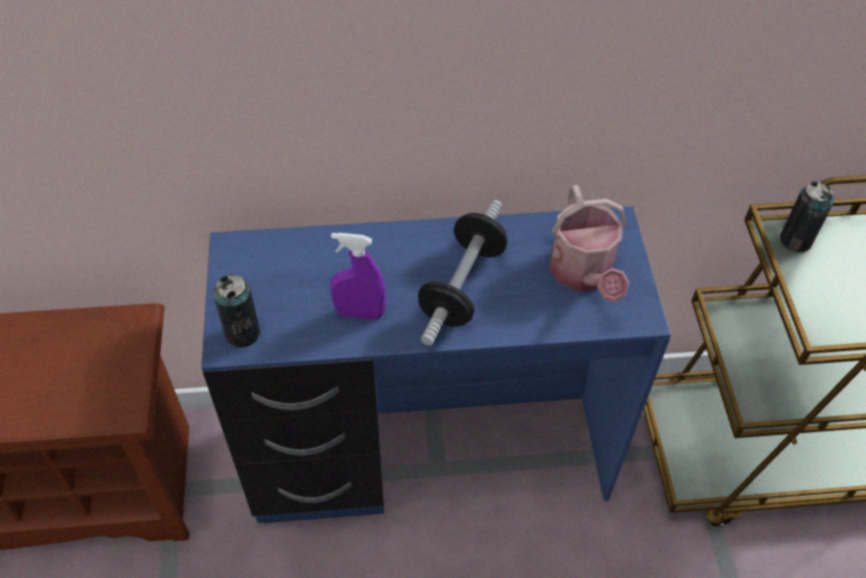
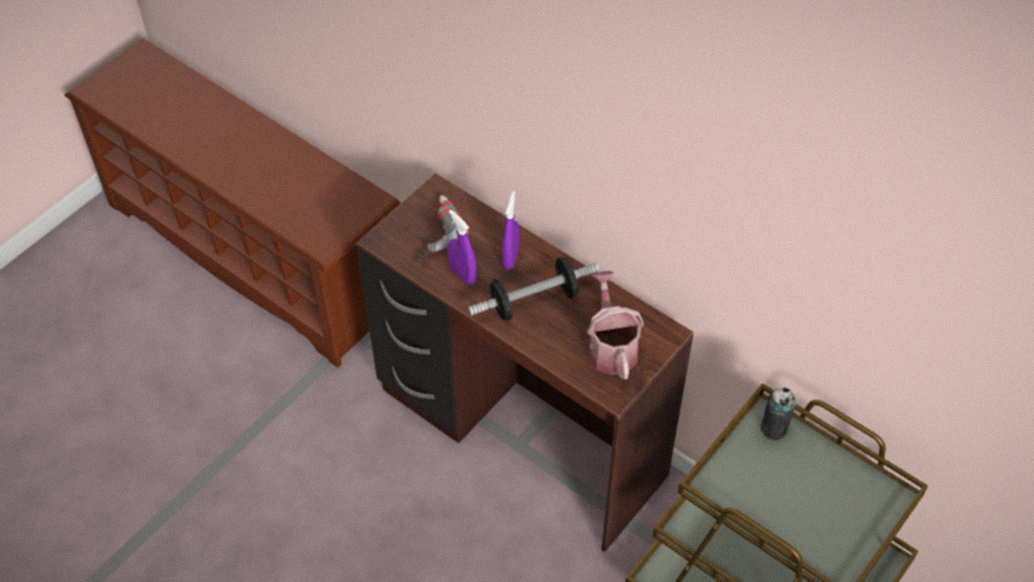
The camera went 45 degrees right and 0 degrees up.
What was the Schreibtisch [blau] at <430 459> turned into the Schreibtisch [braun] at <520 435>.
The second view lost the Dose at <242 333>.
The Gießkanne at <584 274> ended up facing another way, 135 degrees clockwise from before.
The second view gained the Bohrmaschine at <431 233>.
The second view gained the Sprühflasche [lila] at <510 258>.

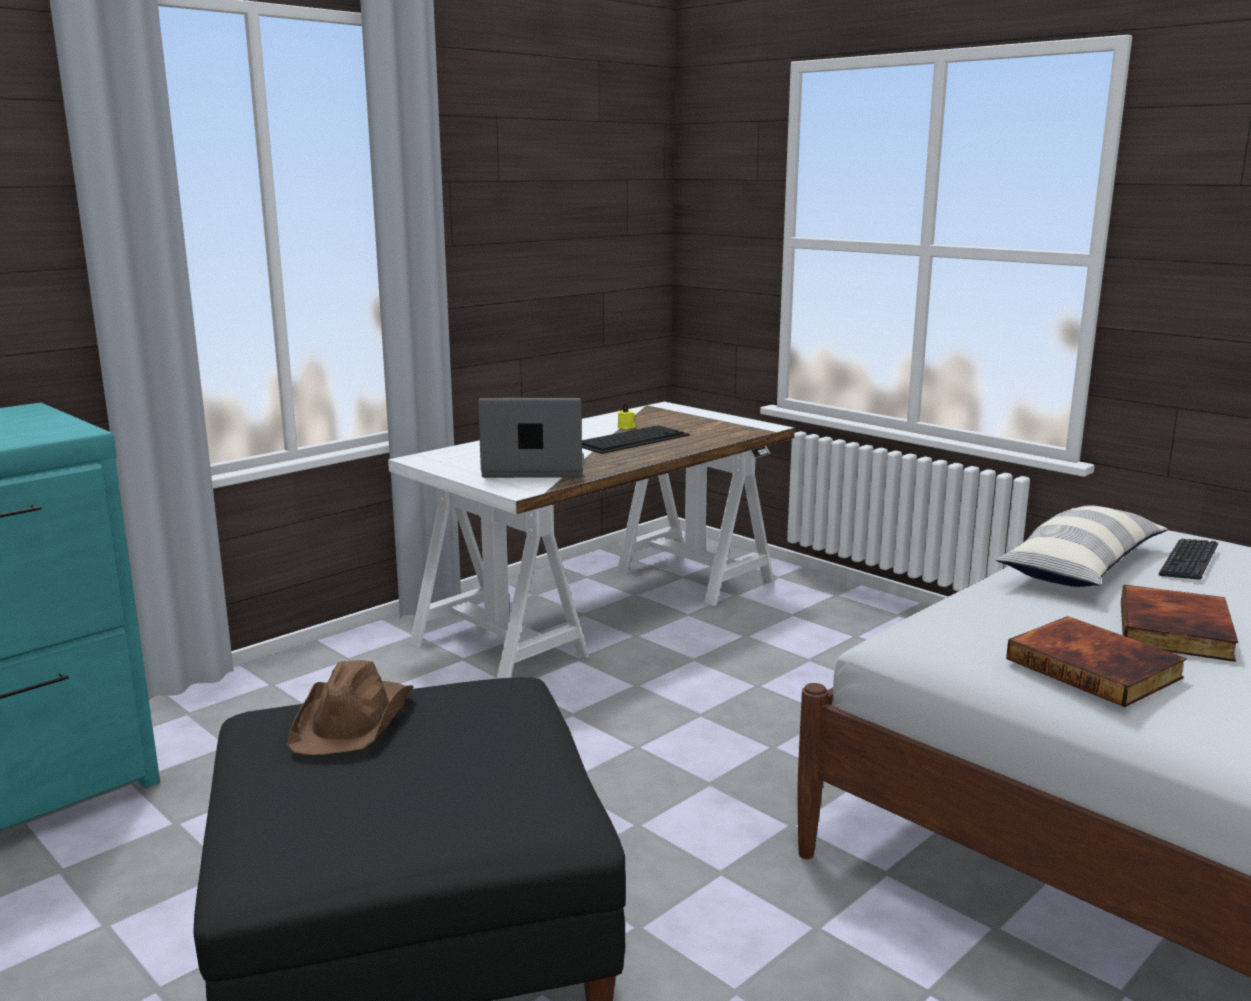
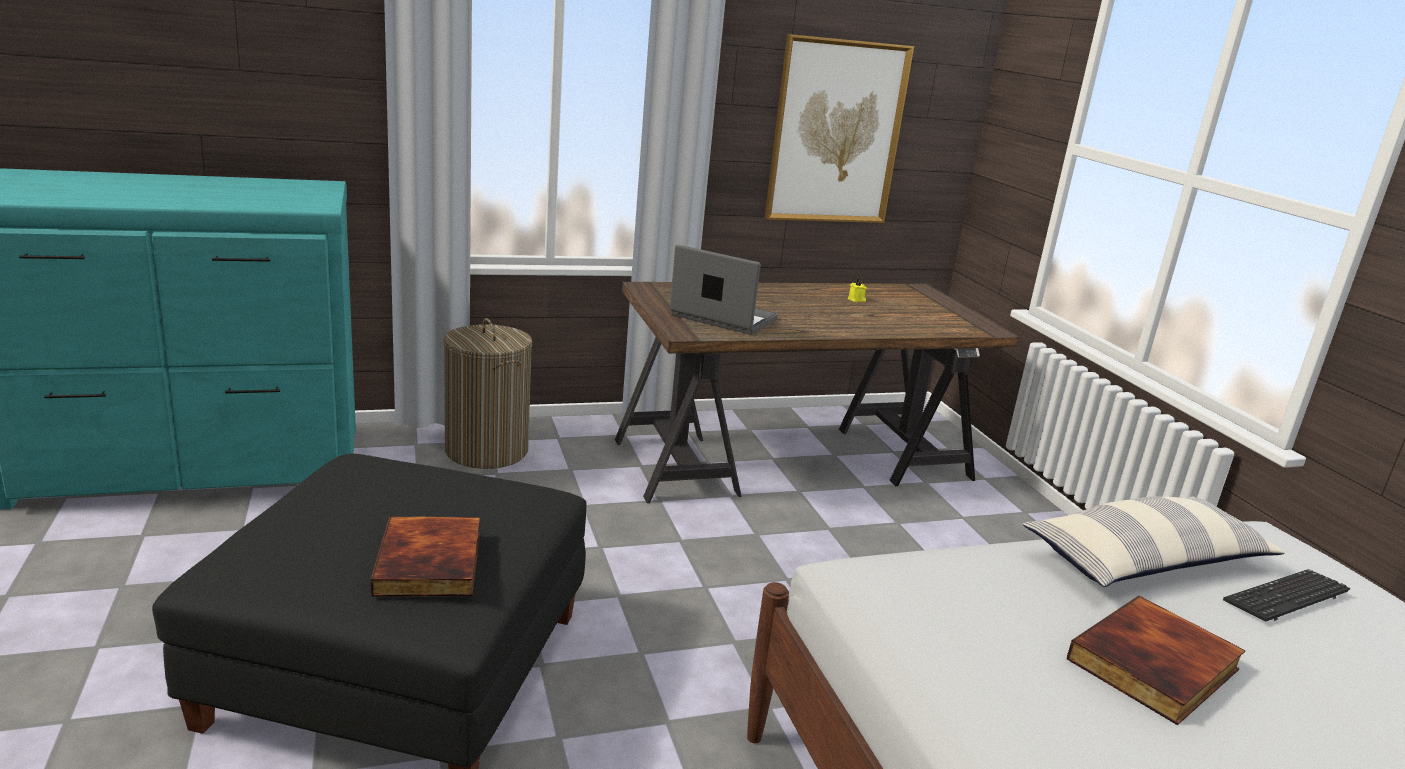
The camera went 25 degrees right and 5 degrees up.
The second view lost the Hut [braun] at <354 720>.
What was the Schreibtisch [weiß] at <603 609> turned into the Schreibtisch [braun] at <793 459>.
The second view lost the Tastatur at <631 439>.
The Buch ended up elsewhere, having gone from <1095 668> to <432 563>.
The second view gained the Wäschekorb at <487 450>.
The second view gained the Bild at <836 132>.

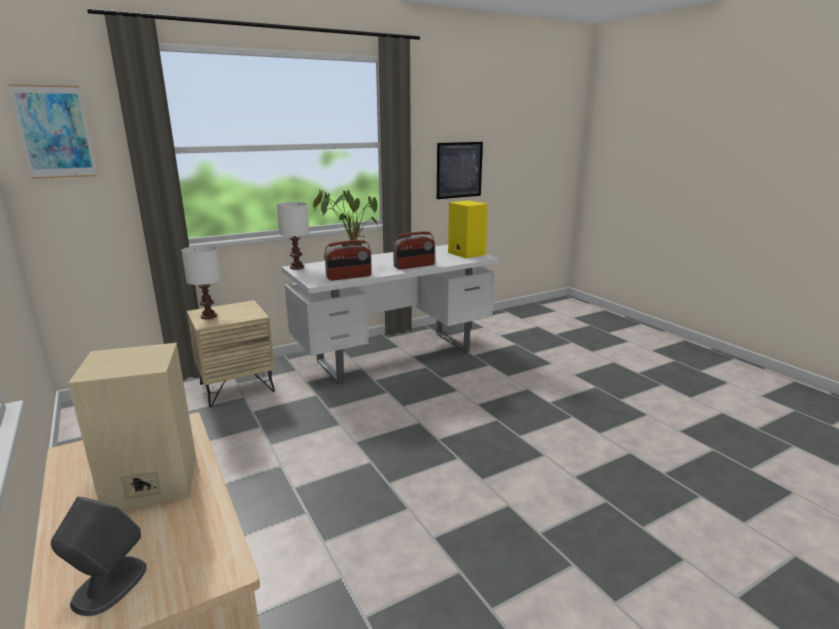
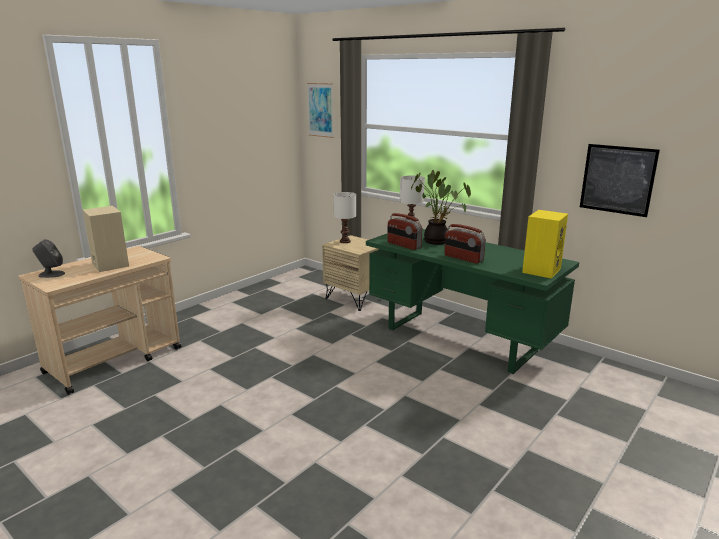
The camera went 70 degrees right and 0 degrees up.
What was the Schreibtisch [weiß] at <395 356> turned into the Schreibtisch [grün] at <461 339>.

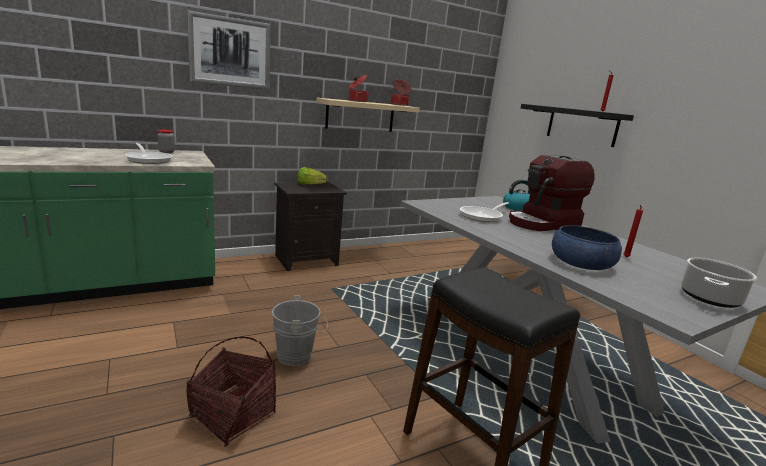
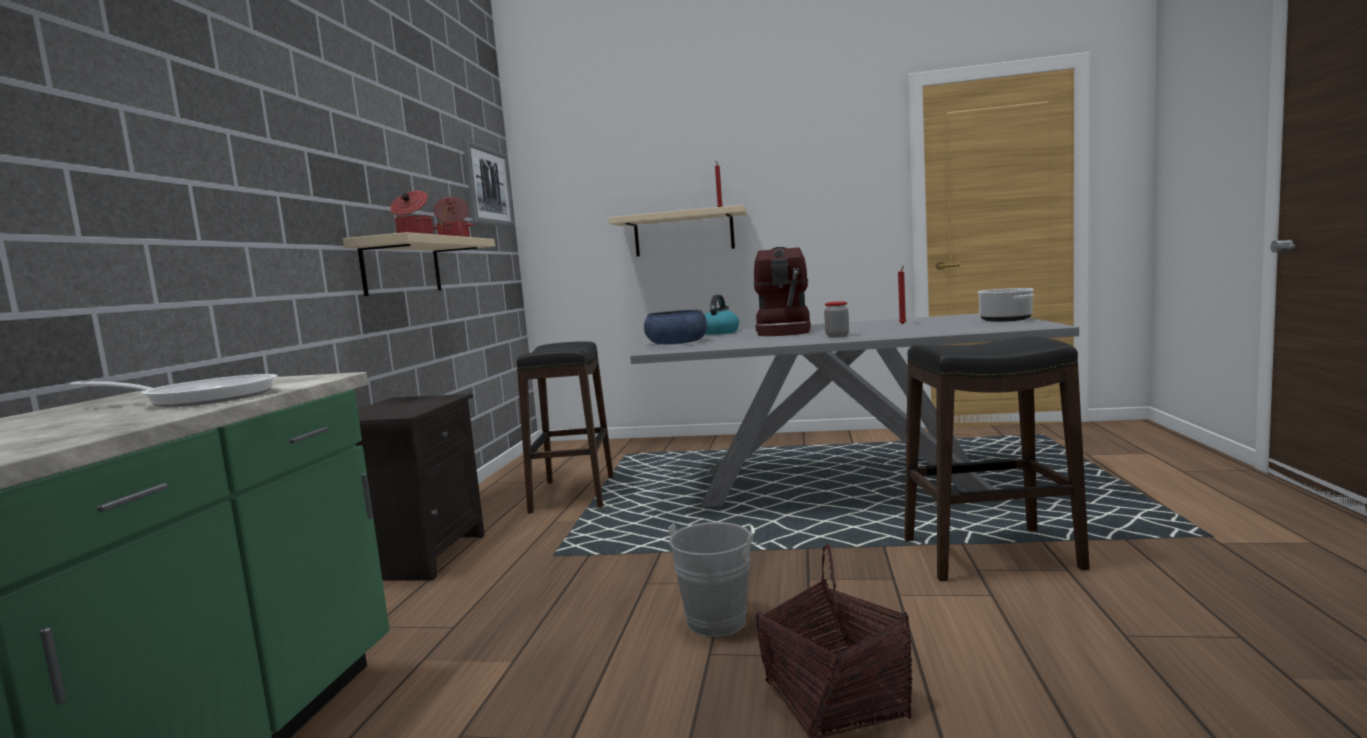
The camera went 50 degrees left and 10 degrees down.
The Vorratsglas ended up elsewhere, having gone from <166 152> to <837 336>.
The Bild ended up elsewhere, having gone from <230 52> to <488 187>.
The second view lost the Salatkopf at <310 185>.
The second view lost the Pfanne at <483 216>.
What was the Wandregal [schwarz] at <581 125> turned into the Wandregal [beige] at <683 233>.
The Schüssel [blau] ended up elsewhere, having gone from <581 262> to <676 342>.
The second view gained the Hocker [schwarz] at <573 494>.

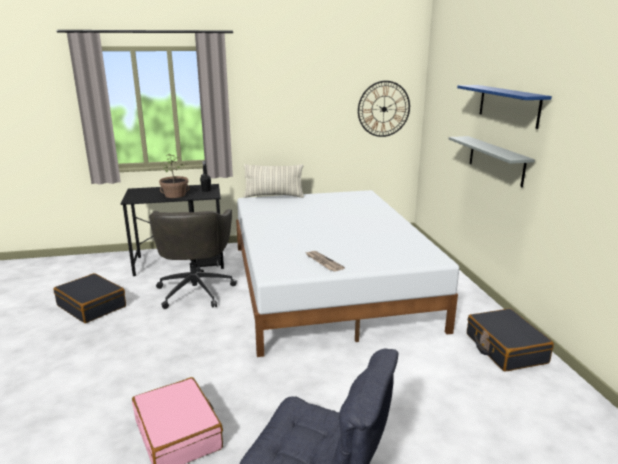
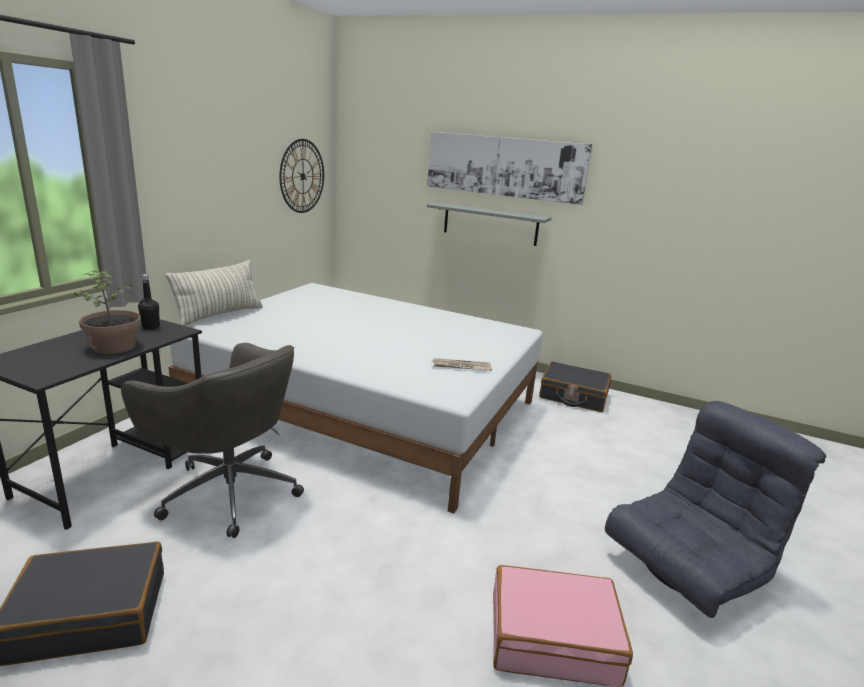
The camera went 55 degrees left and 0 degrees up.
Where the Wandregal [blau] hung at <508 105>, the Bild came to hang at <504 166>.

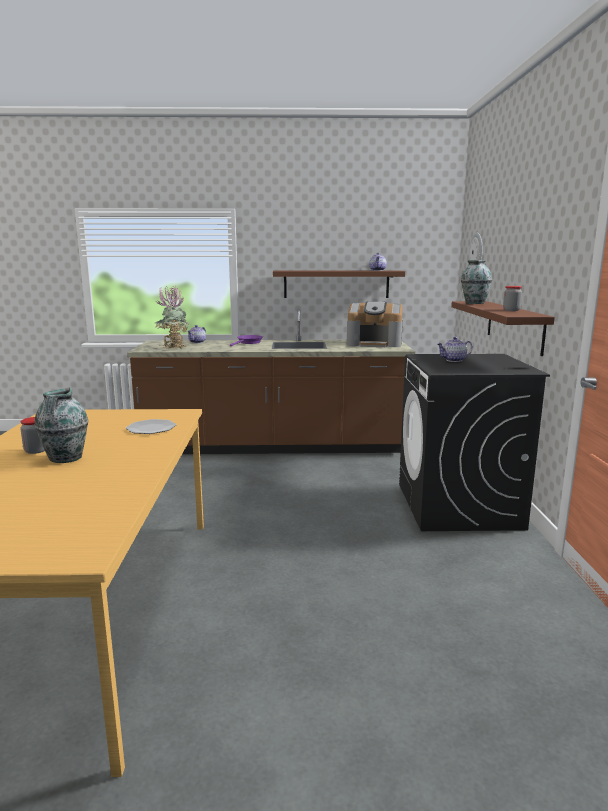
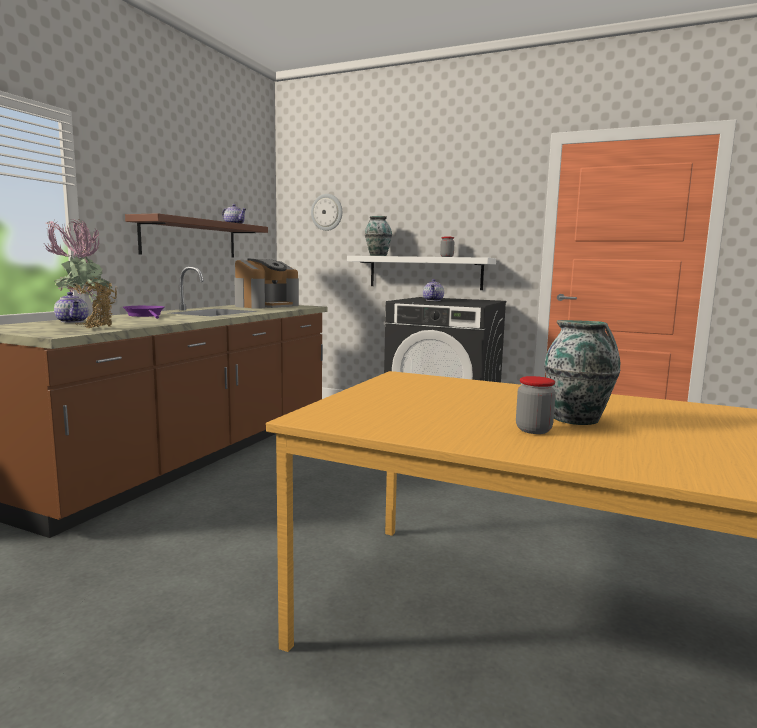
The camera went 65 degrees left and 5 degrees down.
The second view lost the Teller at <151 428>.
What was the Wandregal [braun] at <514 326> turned into the Wandregal [weiß] at <425 272>.

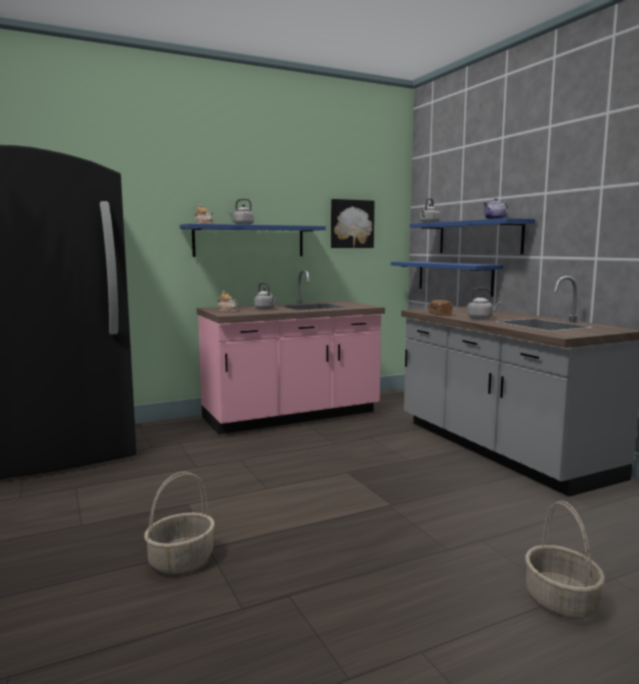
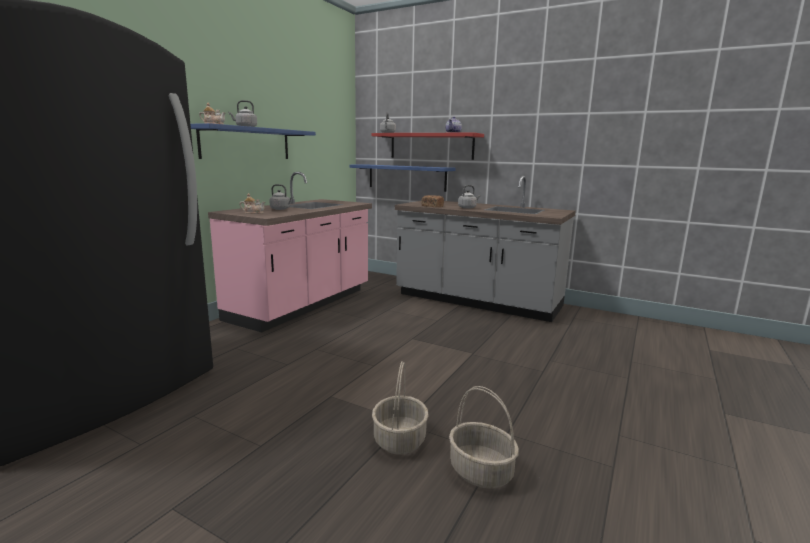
The camera went 35 degrees left and 5 degrees up.
The second view lost the Bild at <351 224>.
What was the Wandregal [blau] at <479 237> turned into the Wandregal [rot] at <431 146>.
The Korb ended up elsewhere, having gone from <561 602> to <481 471>.

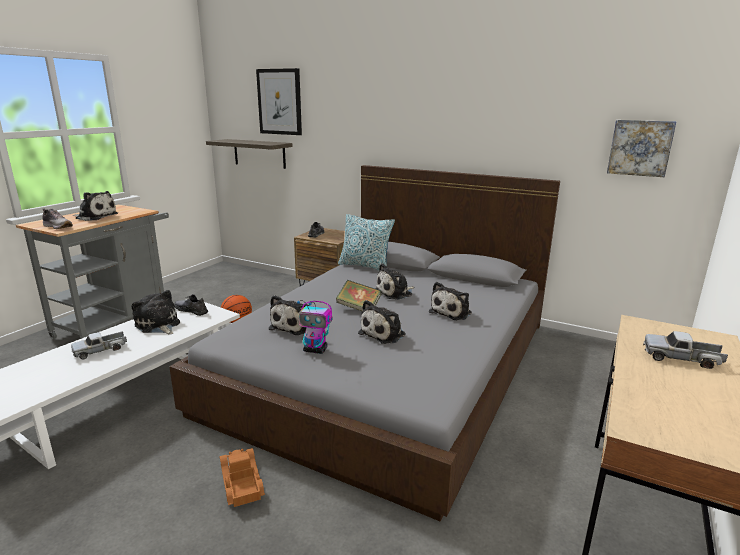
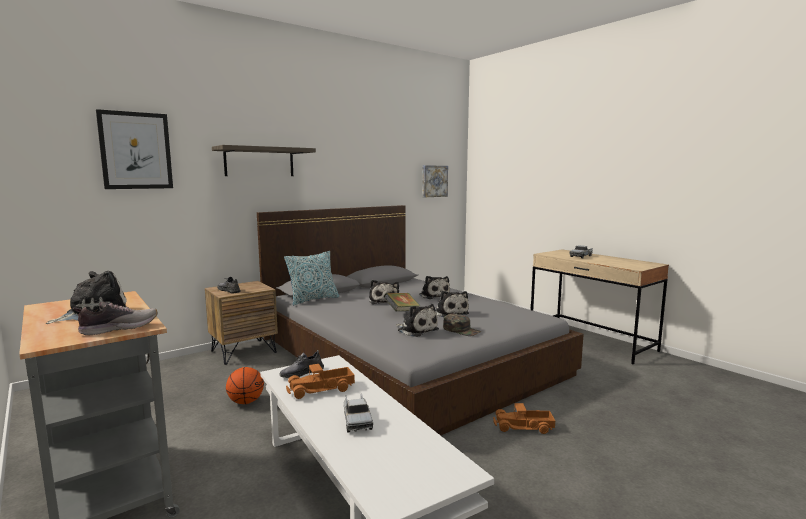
The camera went 65 degrees left and 10 degrees down.
Where the Plüschtier stood at <158 325>, the Spielzeuglaster came to stand at <321 389>.
The Wandregal ended up elsewhere, having gone from <259 153> to <259 162>.
Where the Spielzeugroboter stood at <316 350>, the Kappe [grün] came to stand at <461 330>.

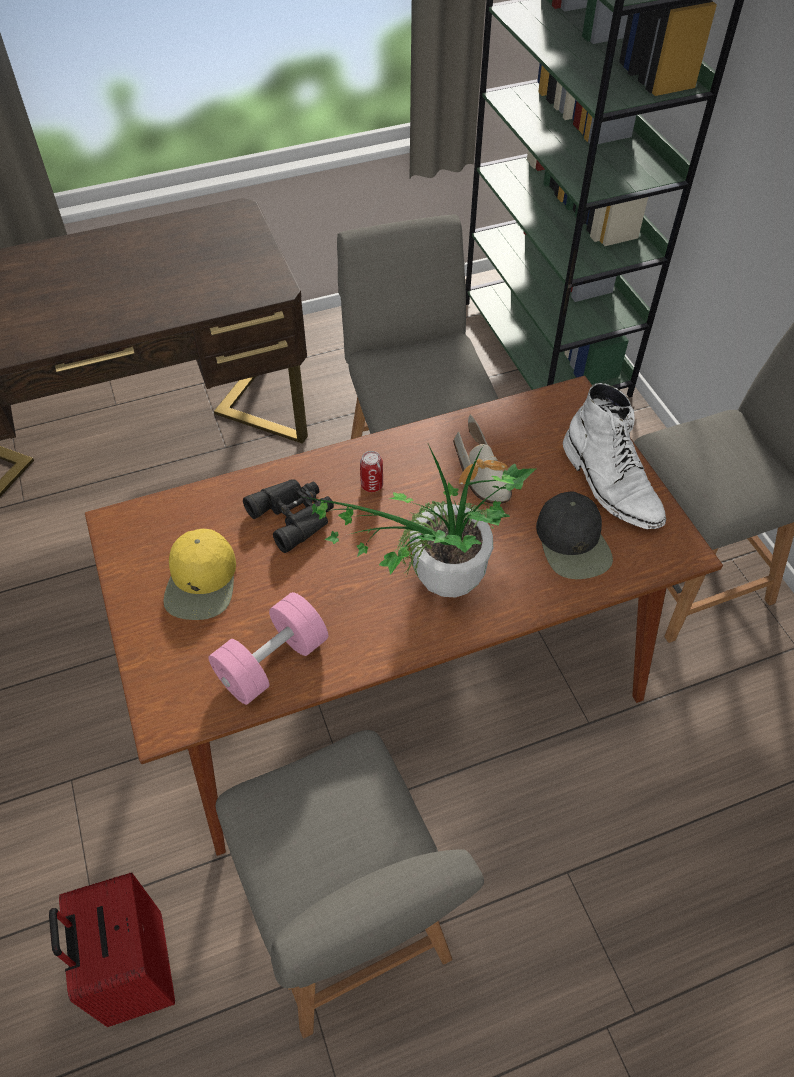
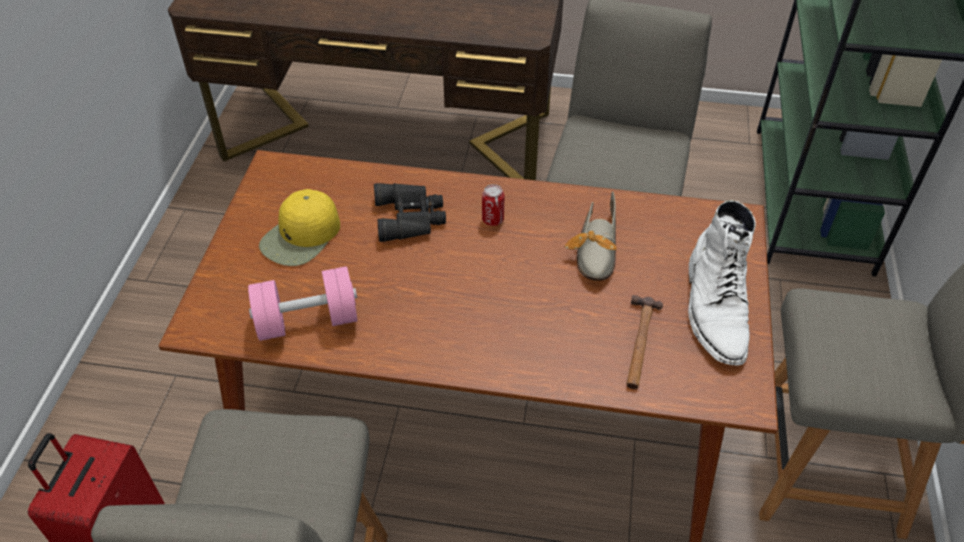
The camera went 30 degrees right and 5 degrees down.
The second view lost the Topfpflanze at <434 584>.
Where the Kappe [schwarz] stood at <573 543>, the Hammer came to stand at <639 343>.

